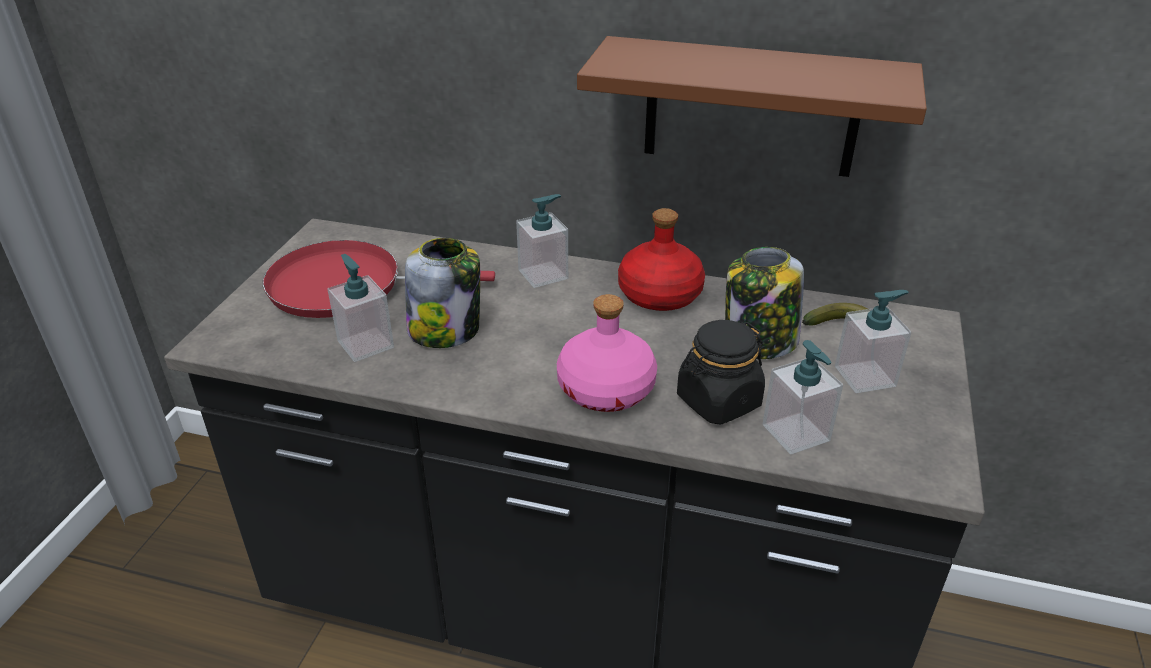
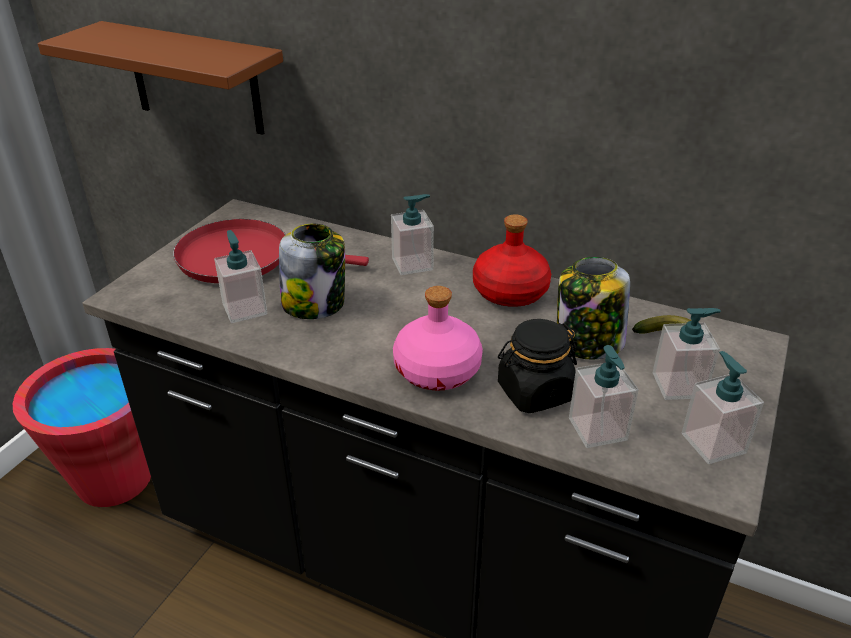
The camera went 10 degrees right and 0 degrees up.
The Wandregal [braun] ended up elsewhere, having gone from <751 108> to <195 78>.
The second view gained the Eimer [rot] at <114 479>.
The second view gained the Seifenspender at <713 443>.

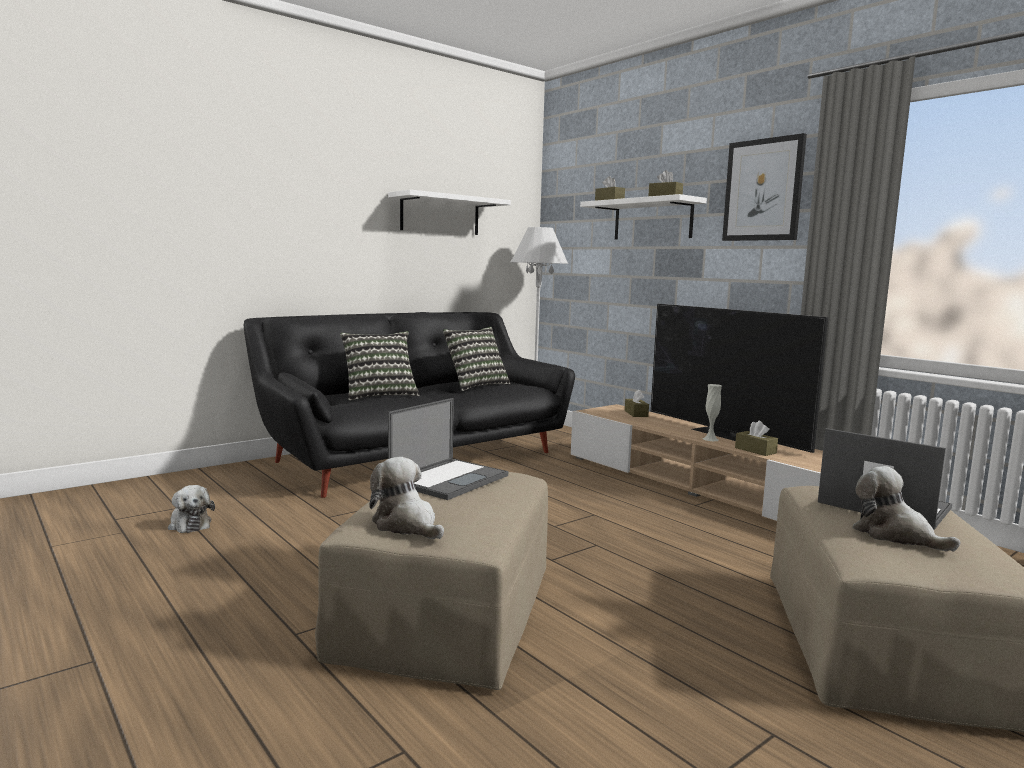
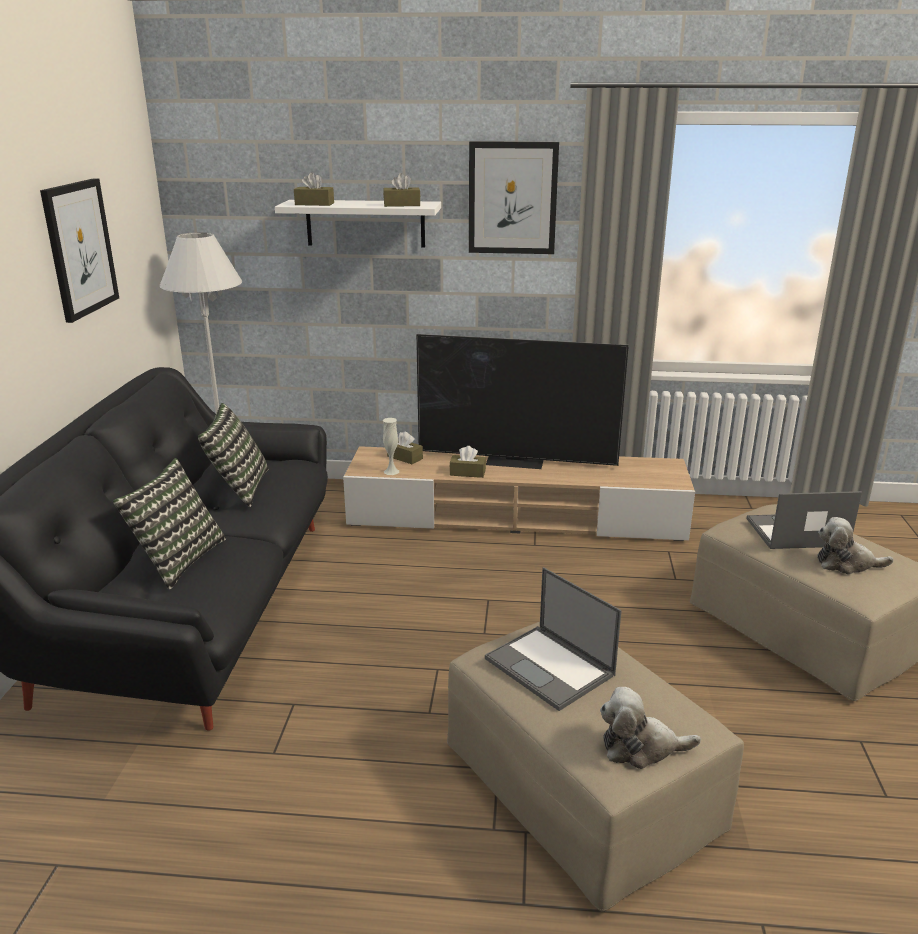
The camera went 45 degrees left and 15 degrees up.
The second view lost the Plüschtier at <189 524>.
Where the Wandregal [weiß] hung at <440 215>, the Bild came to hang at <80 248>.
The Laptop at <450 479> ended up facing another way, 150 degrees clockwise from before.
The Vase [weiß] ended up elsewhere, having gone from <710 439> to <391 471>.
The Taschentuchbox [braun] ended up elsewhere, having gone from <755 450> to <467 473>.

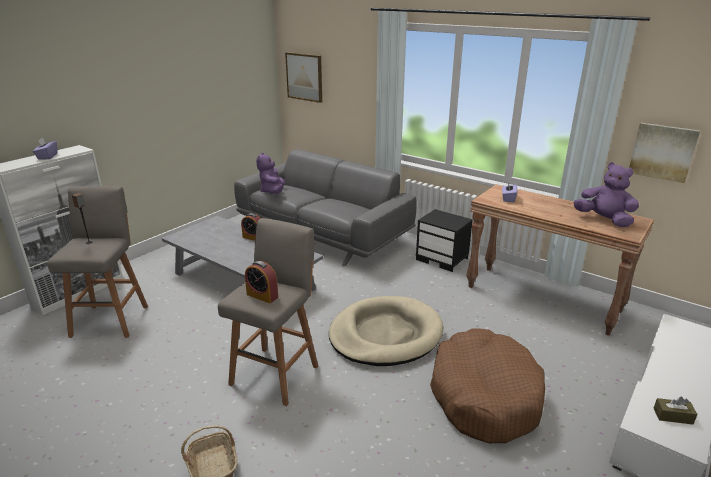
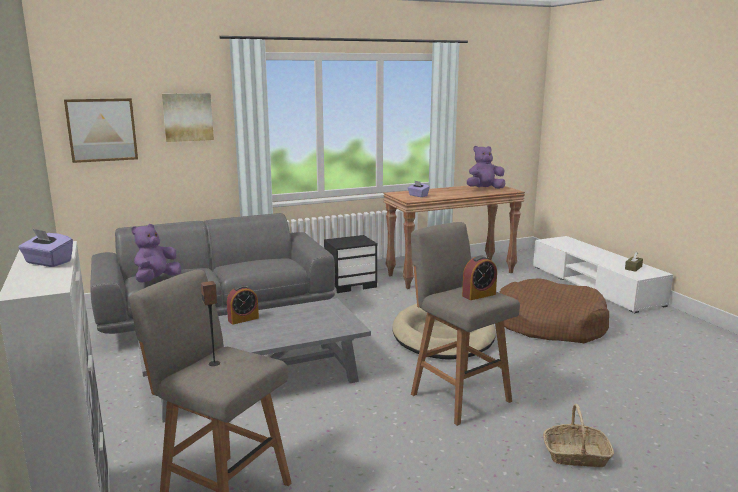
The camera went 60 degrees left and 10 degrees down.
The Plüschtier [lila] at <273 191> ended up facing another way, 90 degrees clockwise from before.
The Bild ended up elsewhere, having gone from <662 152> to <188 117>.

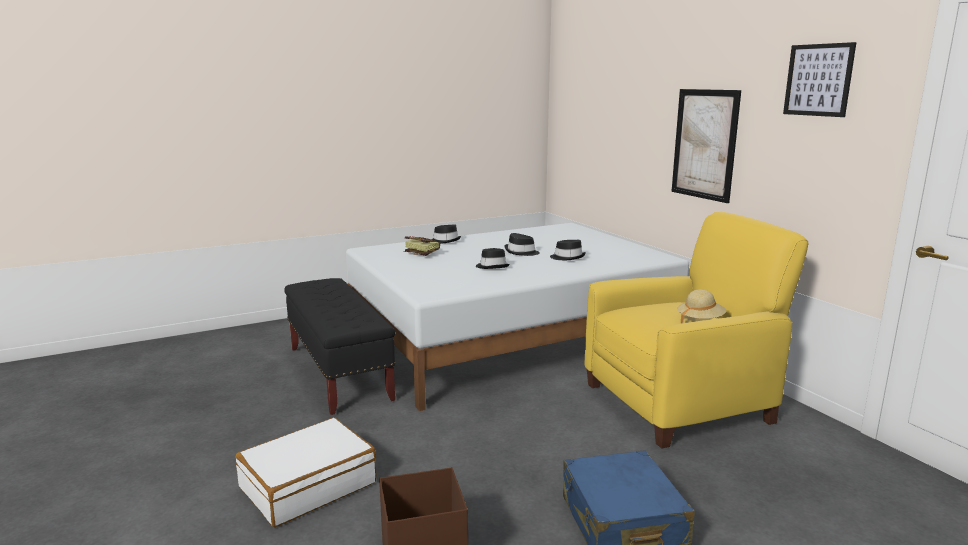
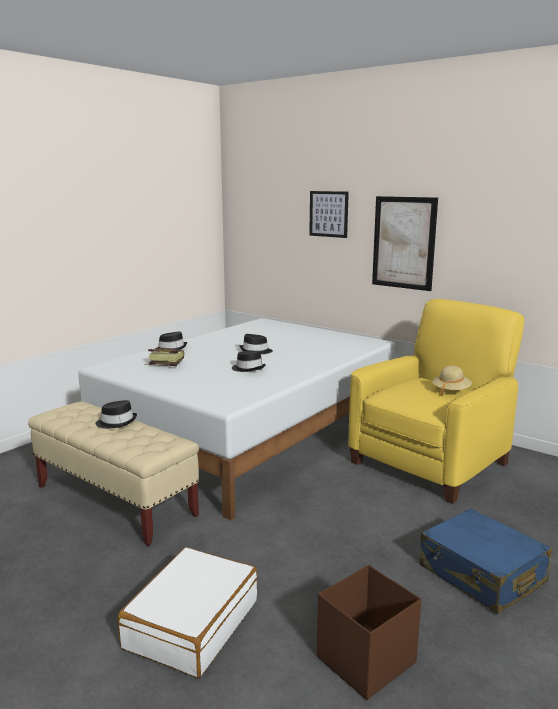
The camera went 25 degrees left and 0 degrees up.
What was the Bank [schwarz] at <339 373> turned into the Bank [beige] at <115 501>.
The Hut [schwarz] ended up elsewhere, having gone from <568 257> to <117 422>.
The Bild ended up elsewhere, having gone from <818 80> to <328 214>.

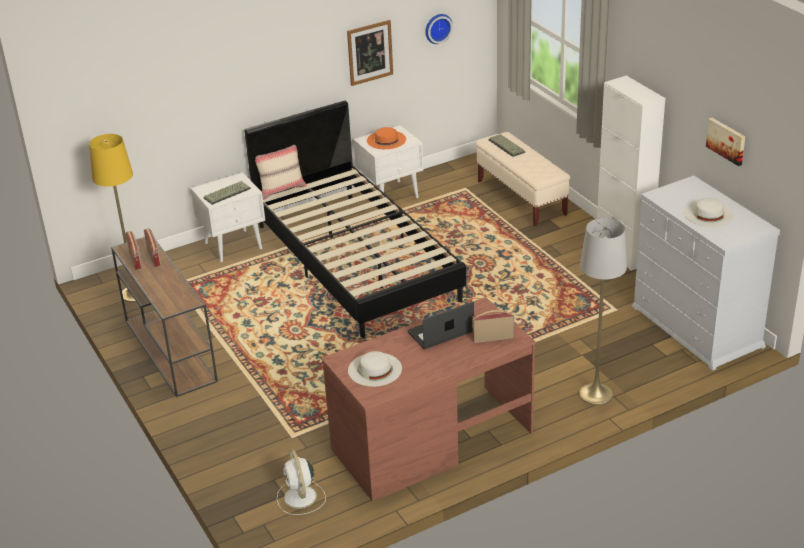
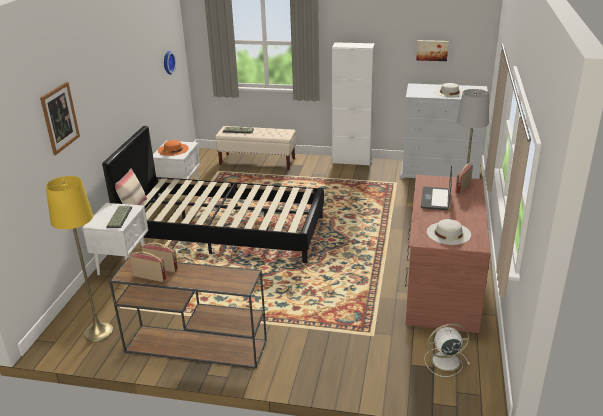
The camera went 50 degrees left and 5 degrees down.
The Ventilator [weiß] at <300 498> ended up facing another way, 150 degrees clockwise from before.
The Bild ended up elsewhere, having gone from <370 52> to <60 118>.

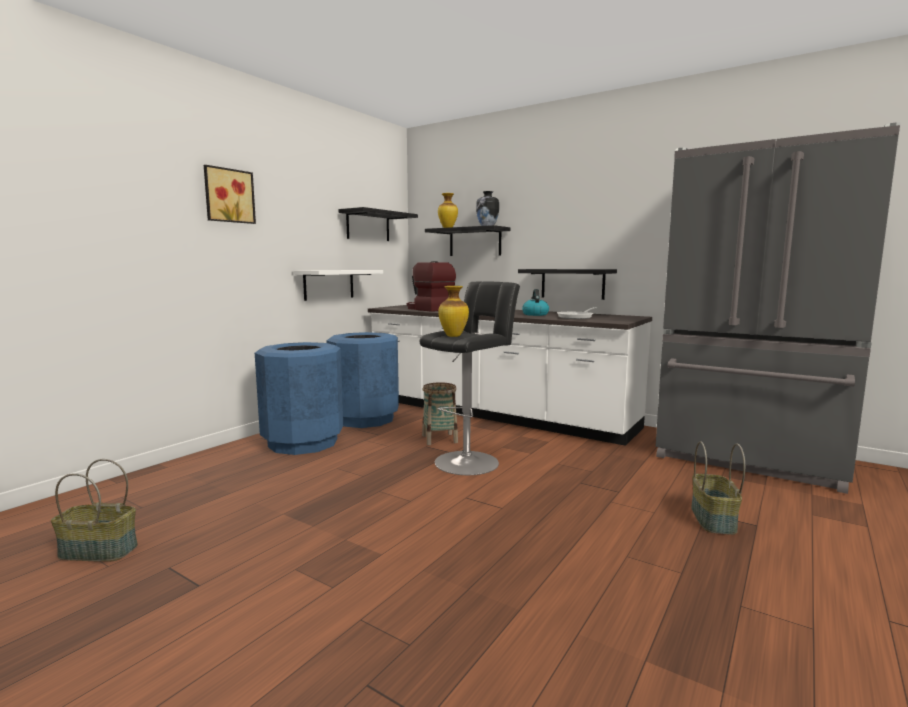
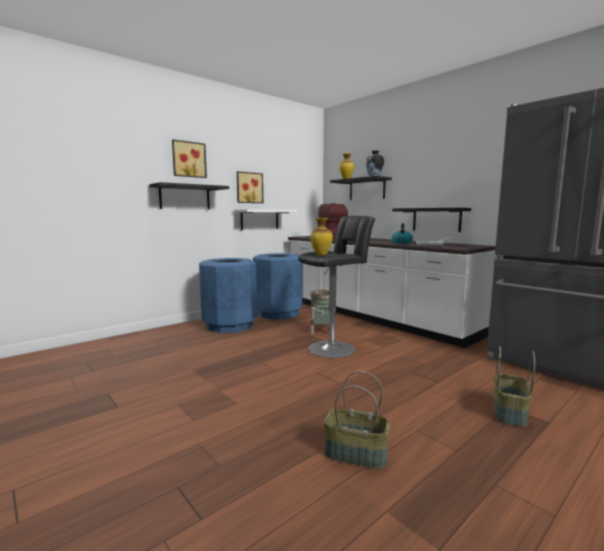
The camera went 15 degrees right and 0 degrees up.
The Korb ended up elsewhere, having gone from <97 552> to <355 455>.
The Wandregal [schwarz] ended up elsewhere, having gone from <368 226> to <185 197>.
The second view gained the Bild at <249 188>.

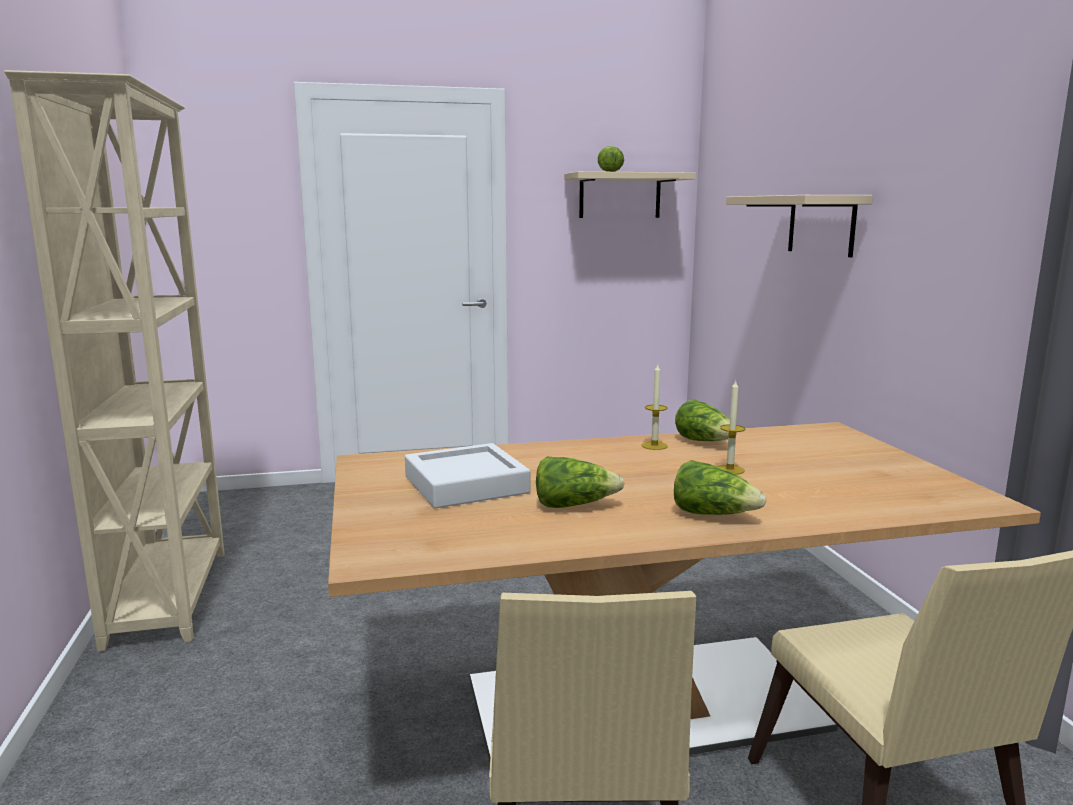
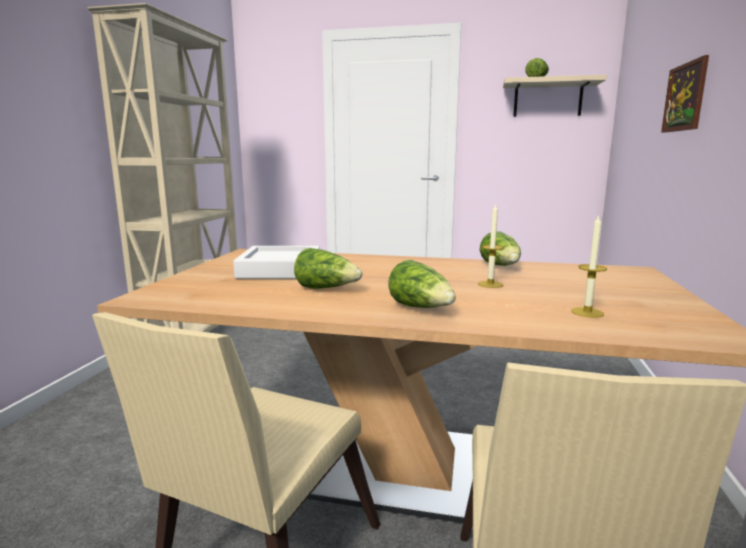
The camera went 25 degrees right and 0 degrees up.
The Kerze ended up elsewhere, having gone from <654 445> to <587 312>.
Where the Wandregal [beige] hung at <821 225>, the Bild came to hang at <684 97>.

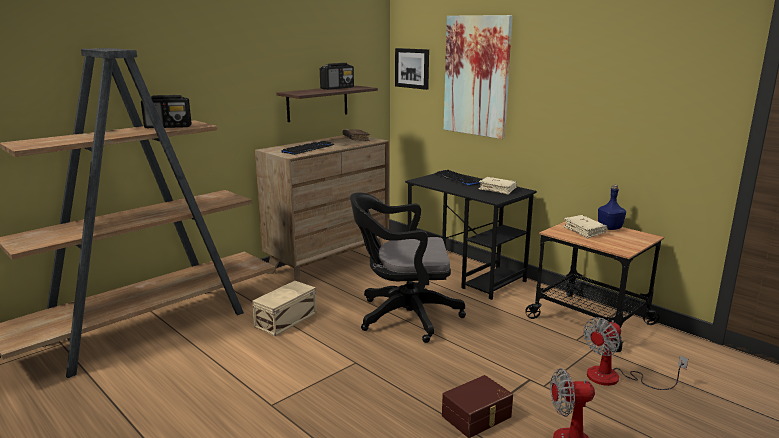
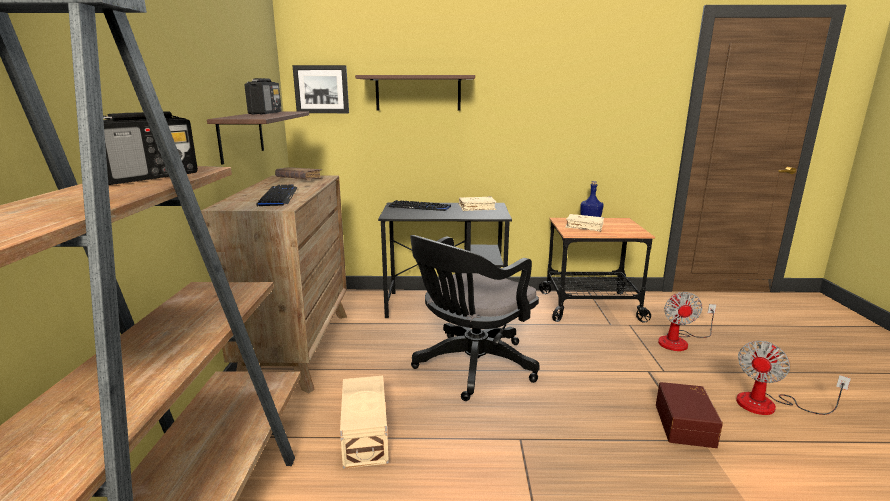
The camera went 45 degrees left and 0 degrees up.
Where the Bild hung at <476 76>, the Wandregal came to hang at <418 93>.

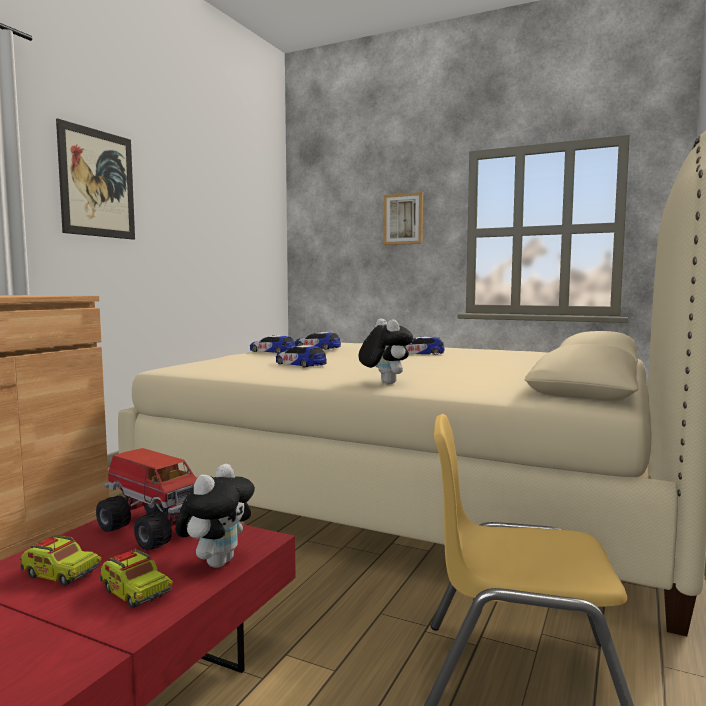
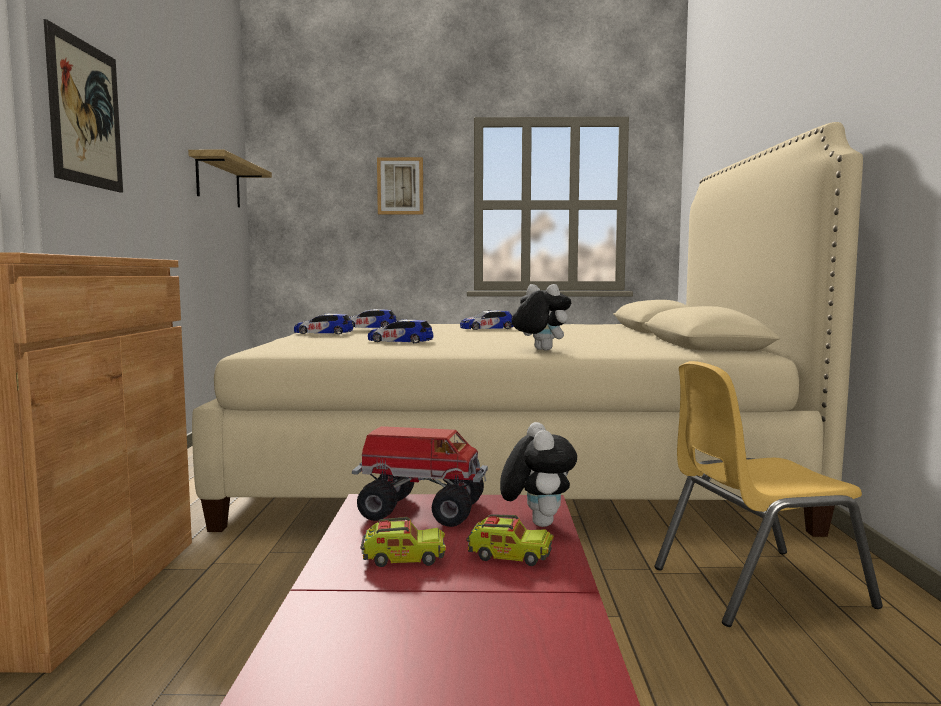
The camera went 25 degrees left and 0 degrees up.
The second view gained the Wandregal at <218 182>.

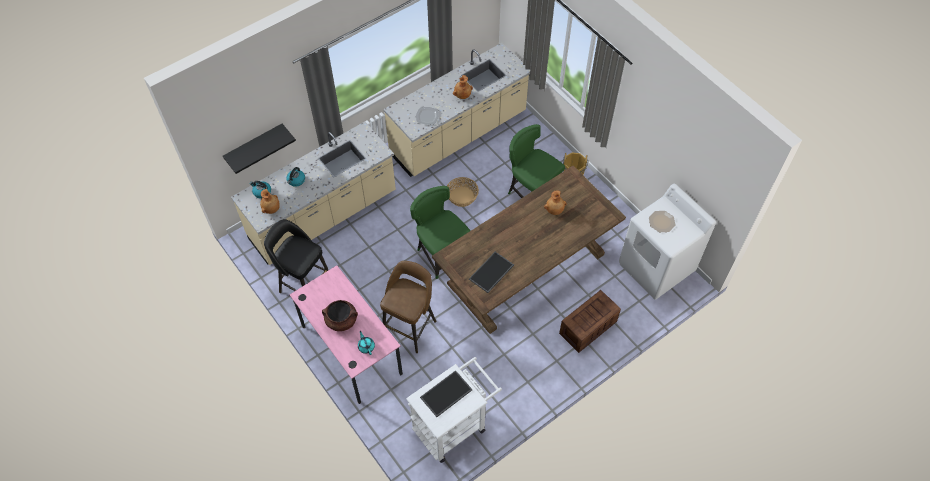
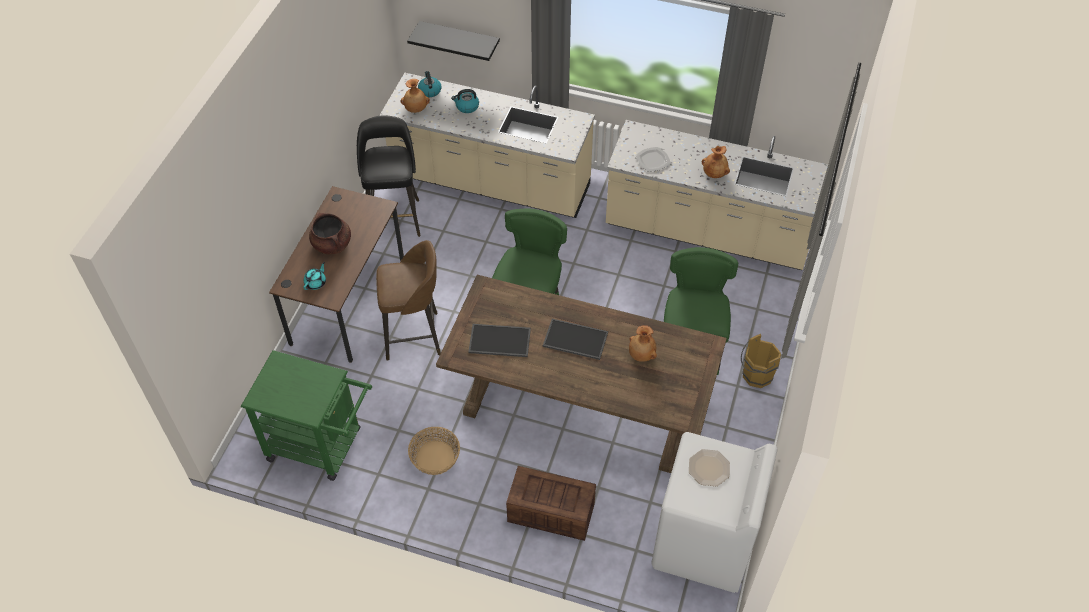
The camera went 55 degrees right and 5 degrees down.
What was the Schreibtisch [rosa] at <351 350> turned into the Schreibtisch [braun] at <348 301>.
What was the Rollwagen [weiß] at <454 424> turned into the Rollwagen [grün] at <322 446>.
The Tablett ended up elsewhere, having gone from <446 394> to <574 340>.
The Korb ended up elsewhere, having gone from <462 196> to <435 457>.

